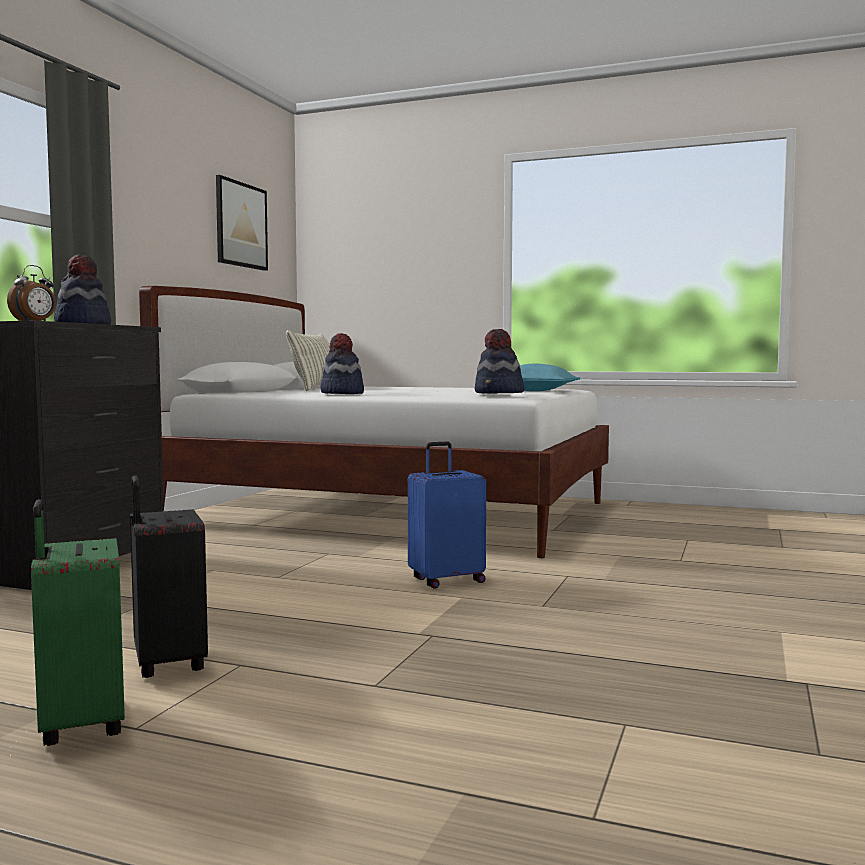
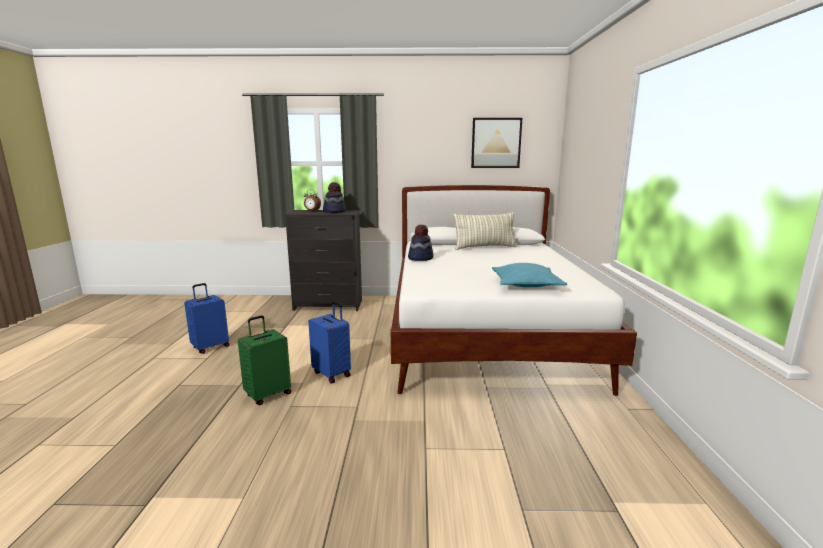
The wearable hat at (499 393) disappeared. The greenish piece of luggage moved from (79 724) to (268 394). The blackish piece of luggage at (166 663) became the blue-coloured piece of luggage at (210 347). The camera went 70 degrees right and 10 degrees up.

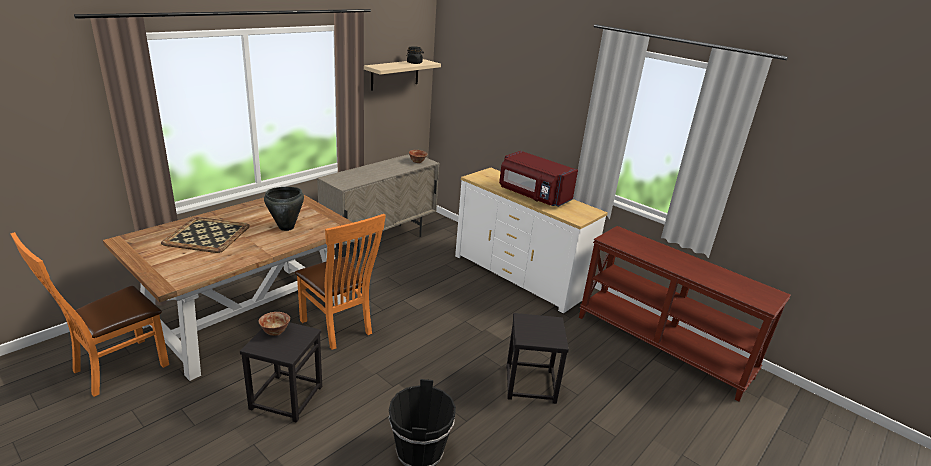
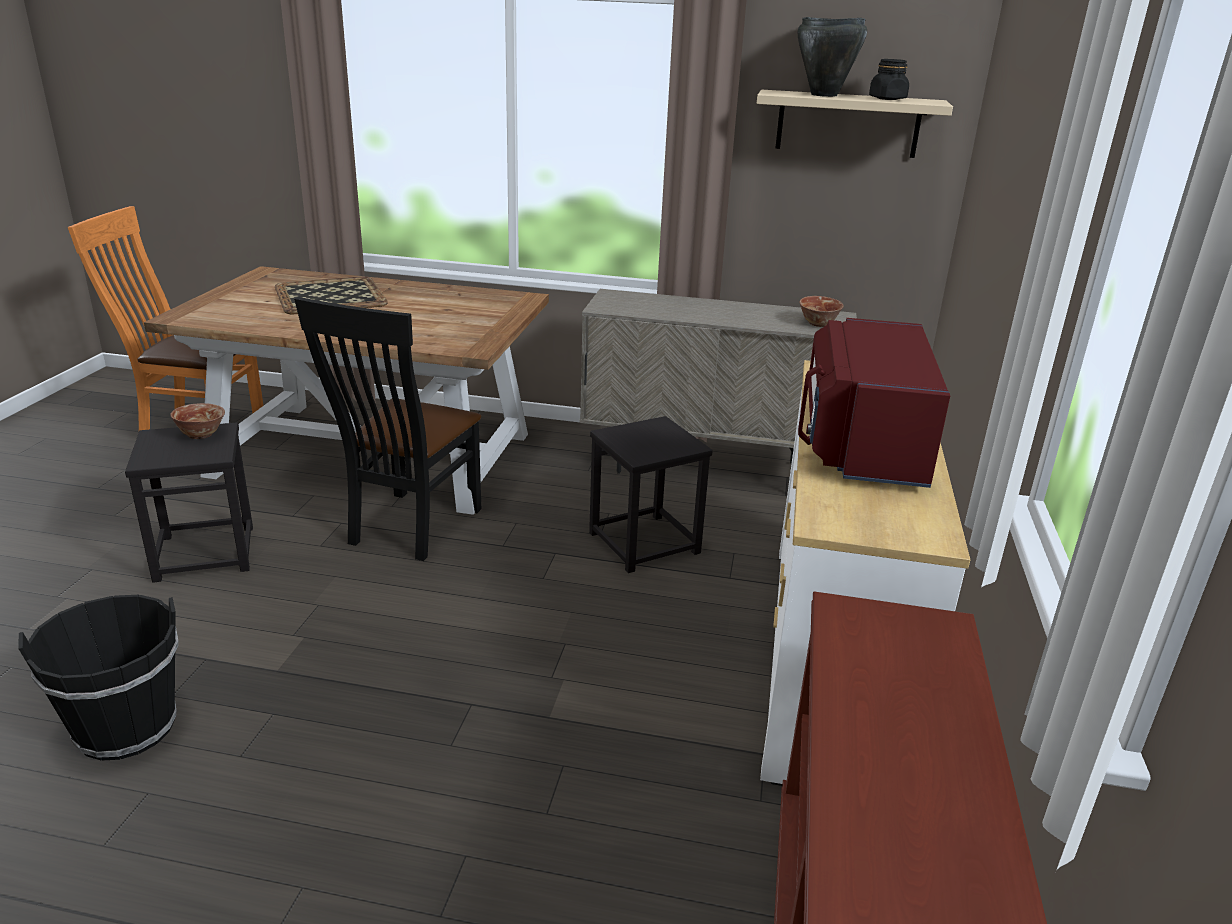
The blackish stockpot moved from (286 227) to (824 95). The blackish stool moved from (531 384) to (644 543). The orange plain chair at (339 328) became the blackish plain chair at (409 529). The camera went 60 degrees right and 0 degrees up.

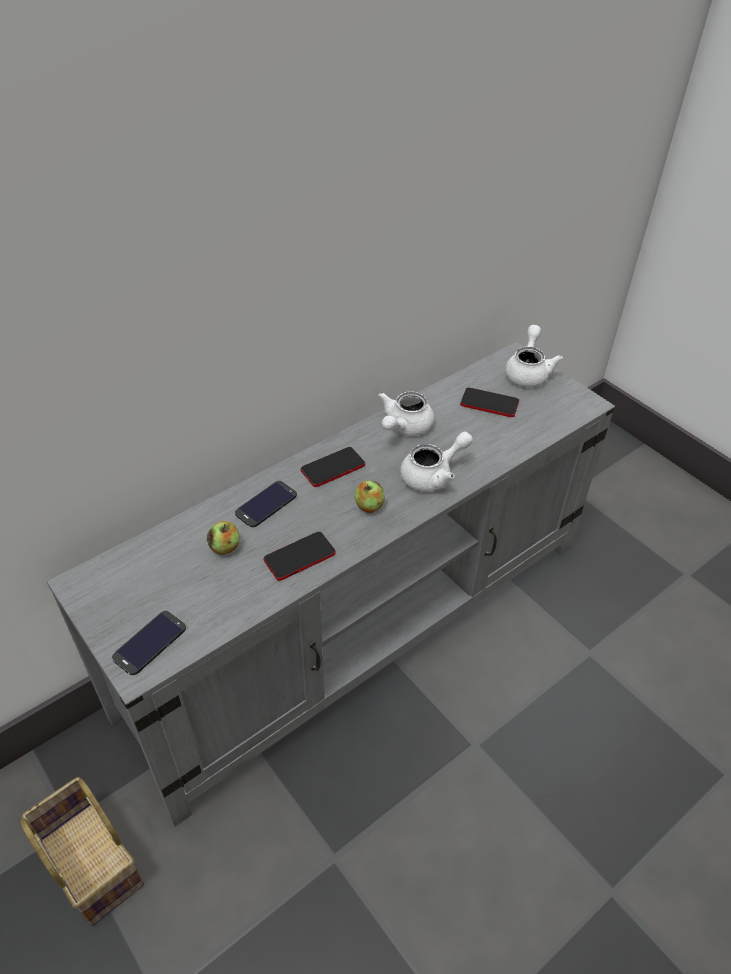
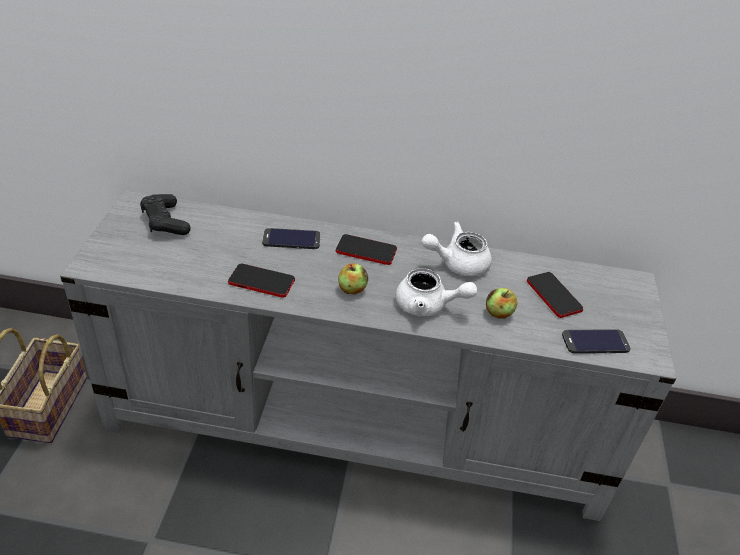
The whitish pot for tea at (528 372) disappeared. The blackish gamepad at (165 222) appeared. The handset moved from (149 643) to (595 342). The whole apple moved from (225 547) to (498 313). The camera went 45 degrees right and 5 degrees down.

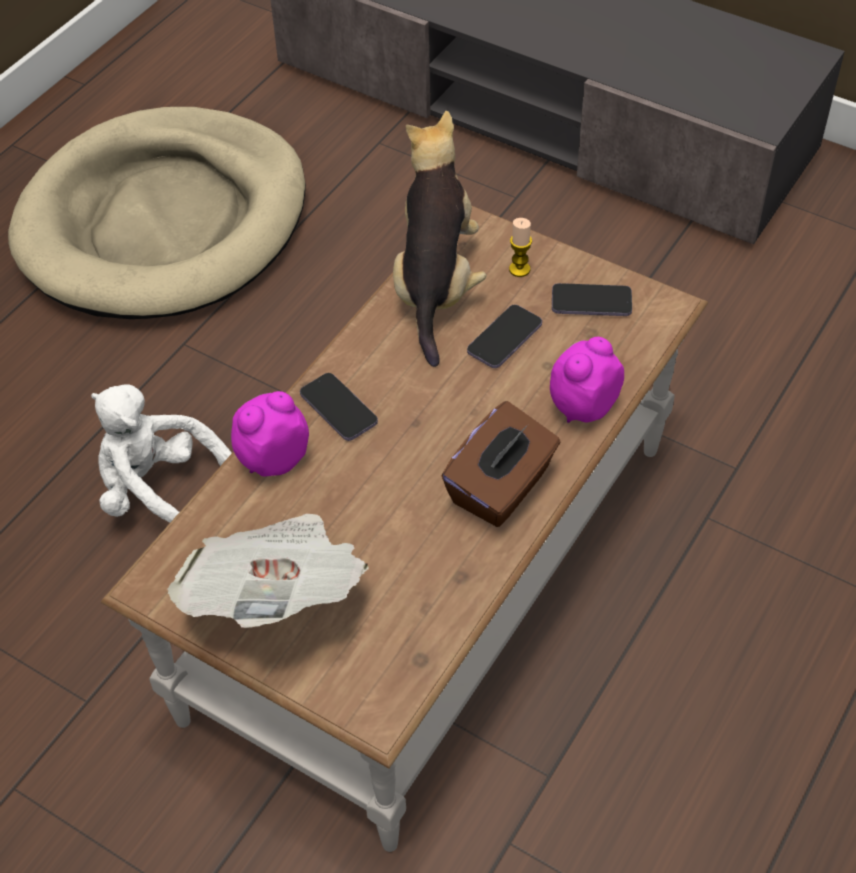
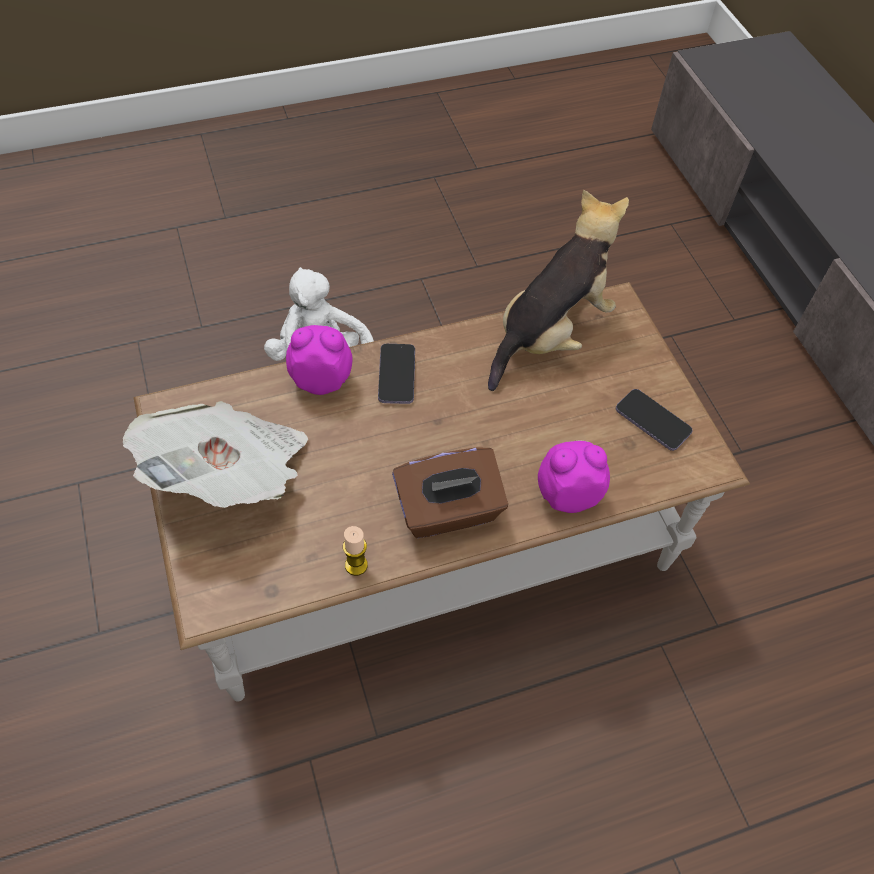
The sand-coloured dog bed at (164 222) disappeared. The handset at (504 338) disappeared. The wax light moved from (519 269) to (356 565). The camera went 35 degrees right and 5 degrees up.

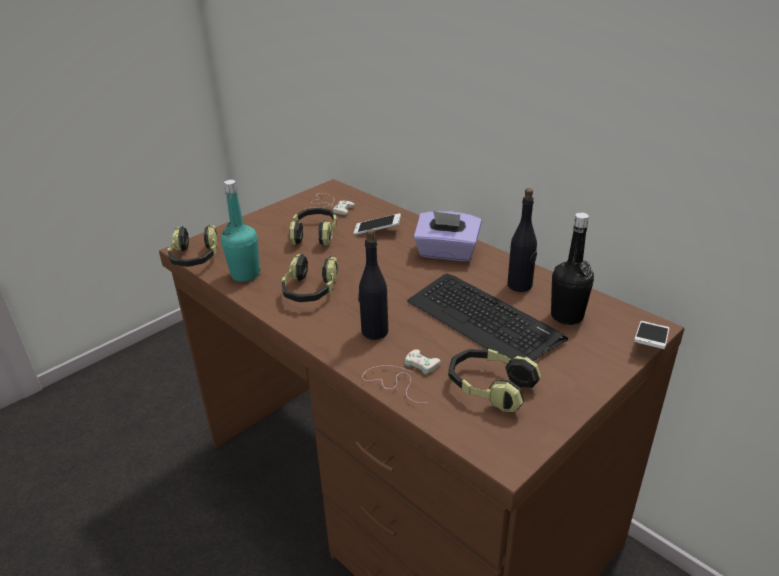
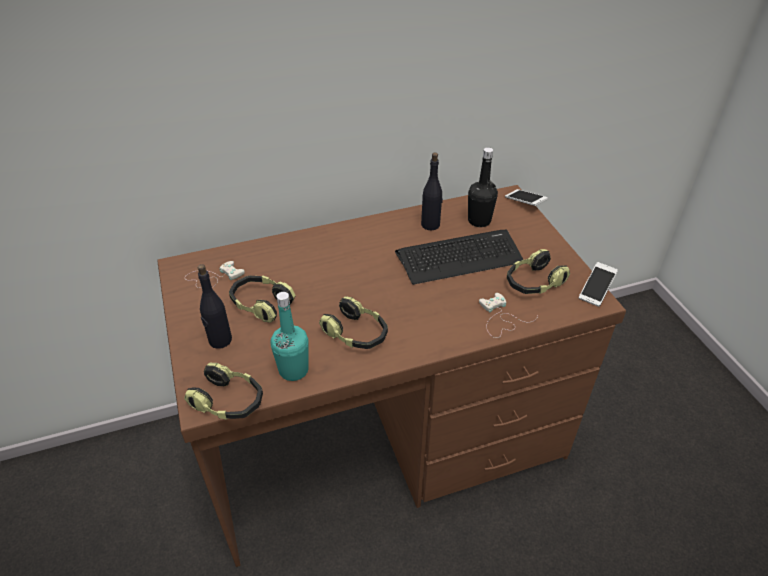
The purplish tissue box at (446 253) disappeared. The handset moved from (377 231) to (596 289). The blackish beverage bottle moved from (374 332) to (220 340). The camera went 65 degrees left and 10 degrees up.

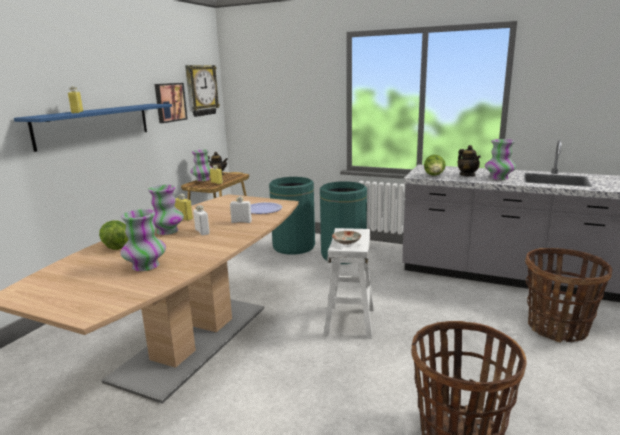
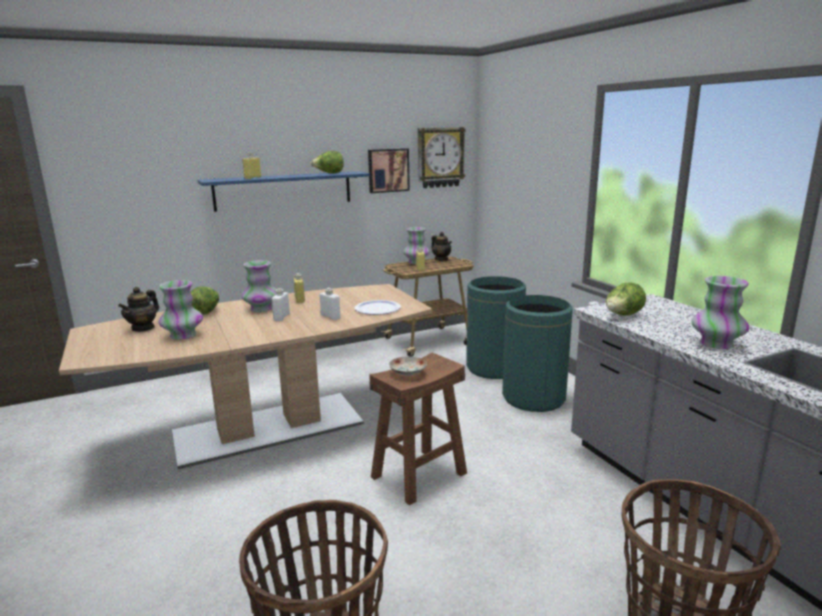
The lettuce at (329 173) appeared. The pot for tea moved from (467 175) to (143 328). The whitish stool at (350 321) became the brownish stool at (419 475). The camera went 40 degrees right and 0 degrees up.

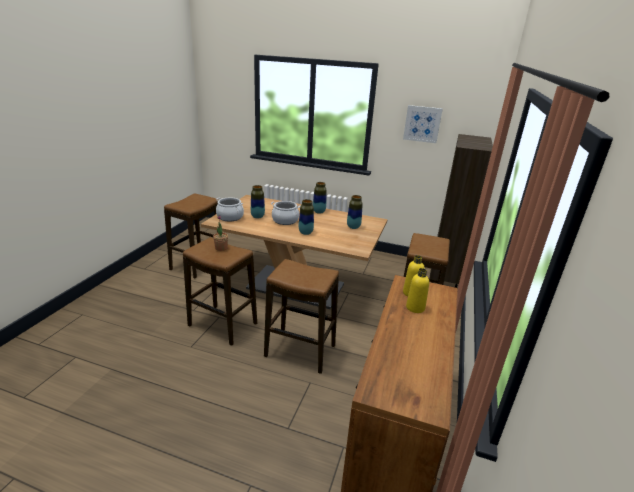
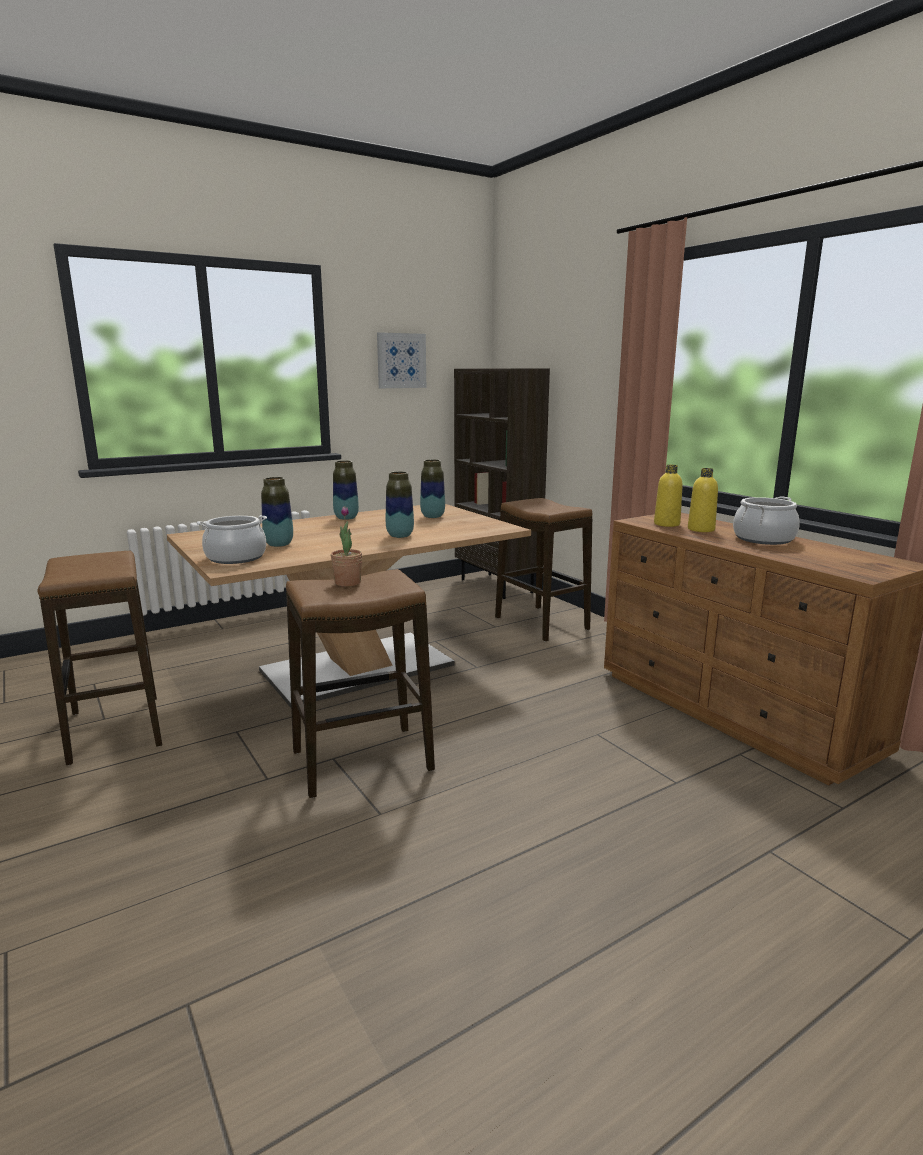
The stool at (300 351) disappeared. The stockpot moved from (285 220) to (763 539). The camera went 50 degrees left and 10 degrees down.

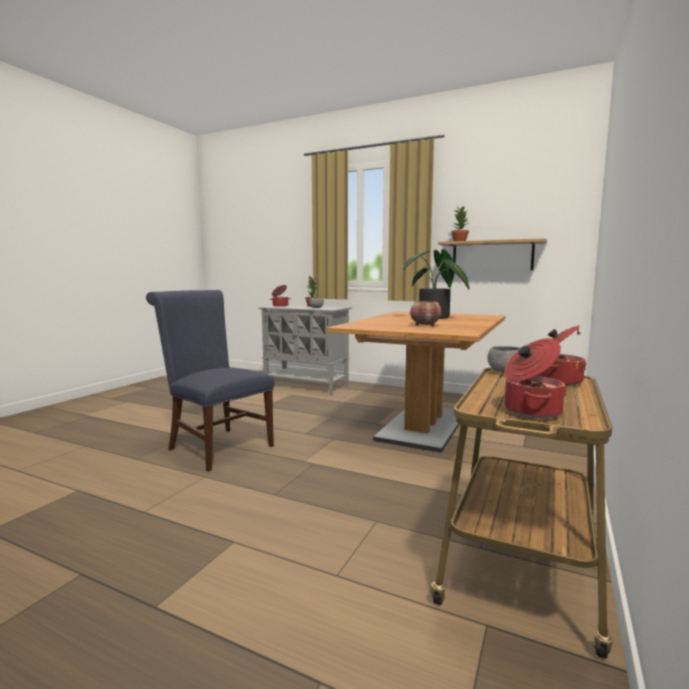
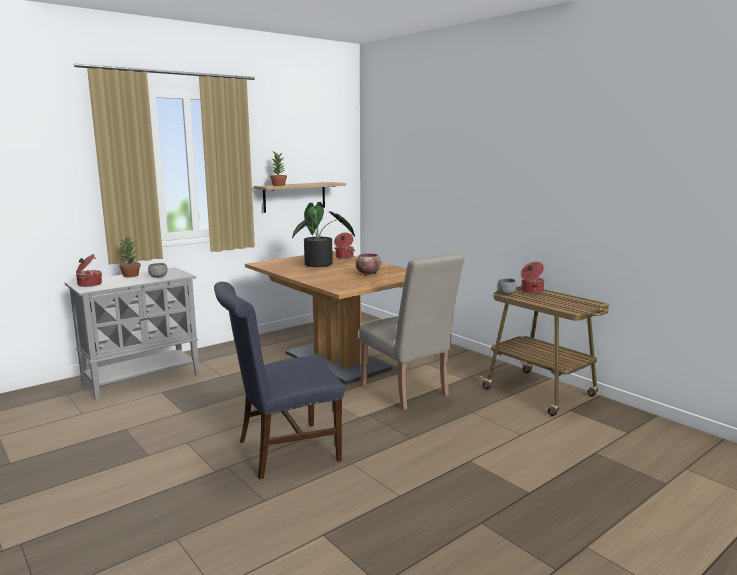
The sand-coloured plain chair at (407 392) appeared. The stockpot moved from (530 410) to (344 257). The camera went 65 degrees left and 5 degrees up.

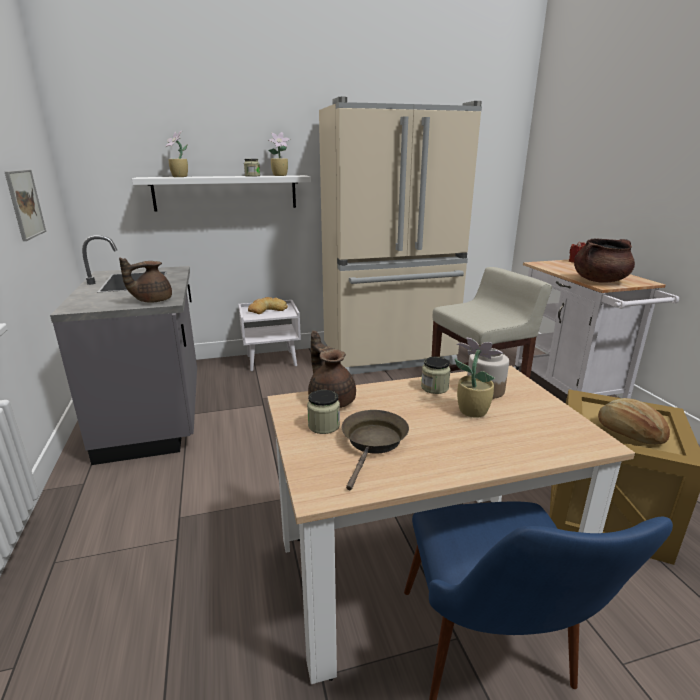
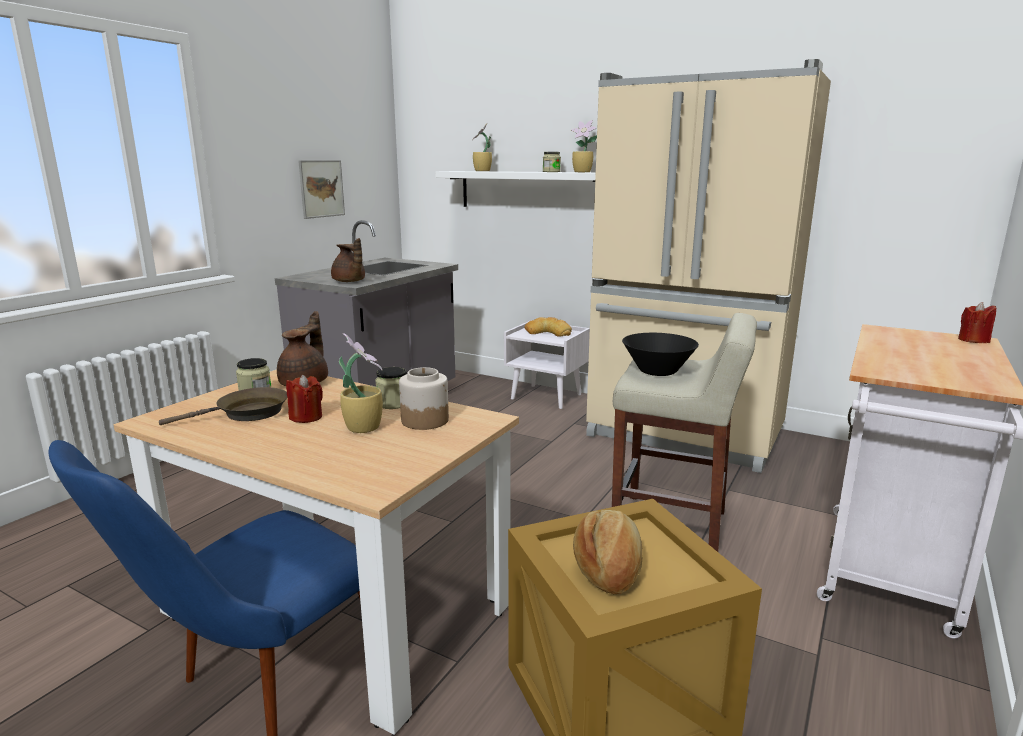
The brownish stockpot at (600 281) disappeared. The red-coloured wax light at (306 417) appeared. The blackish bowl at (657 371) appeared. The brownish pot for tea at (152 300) turned 135 degrees counterclockwise. The camera went 45 degrees right and 5 degrees down.

